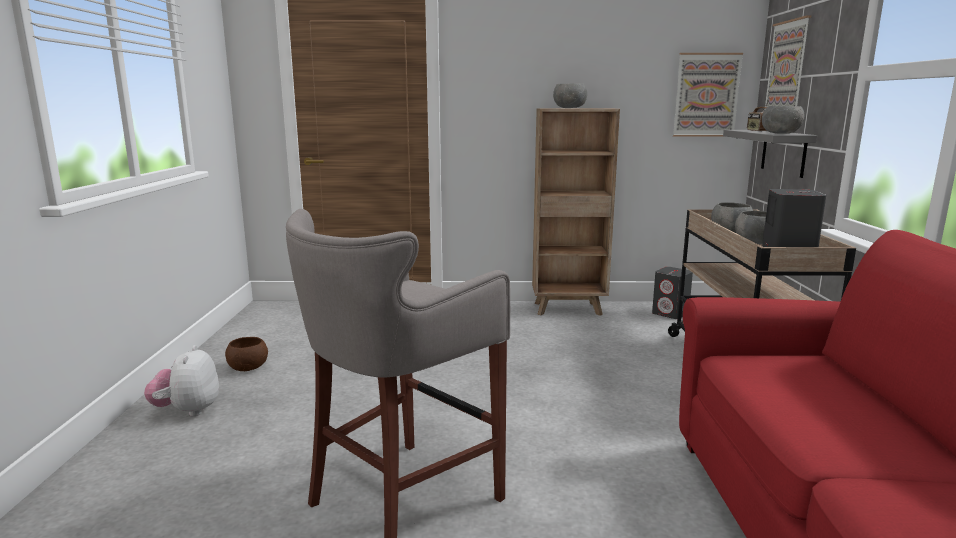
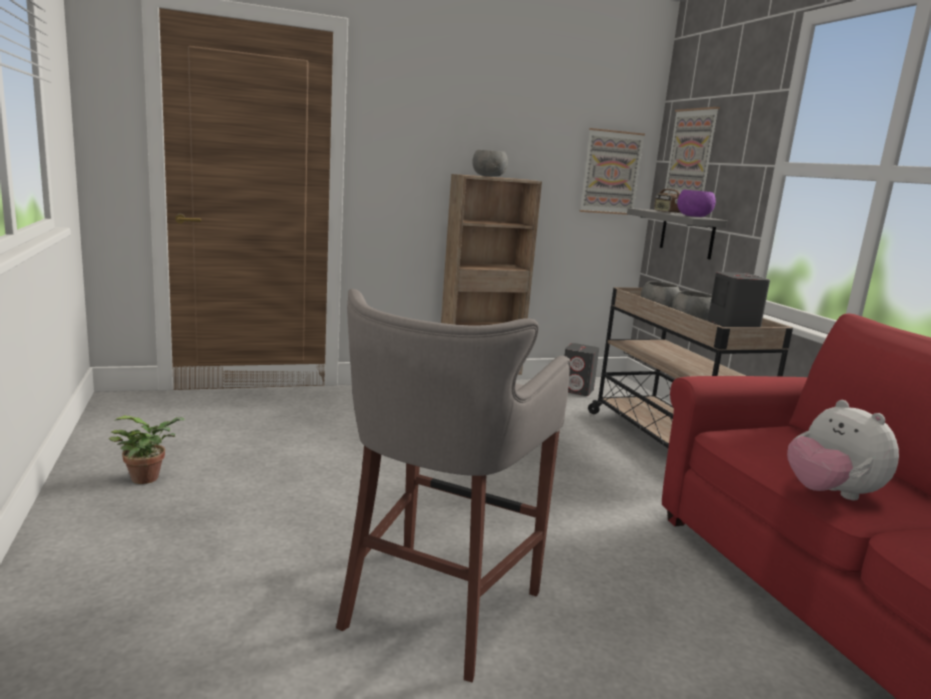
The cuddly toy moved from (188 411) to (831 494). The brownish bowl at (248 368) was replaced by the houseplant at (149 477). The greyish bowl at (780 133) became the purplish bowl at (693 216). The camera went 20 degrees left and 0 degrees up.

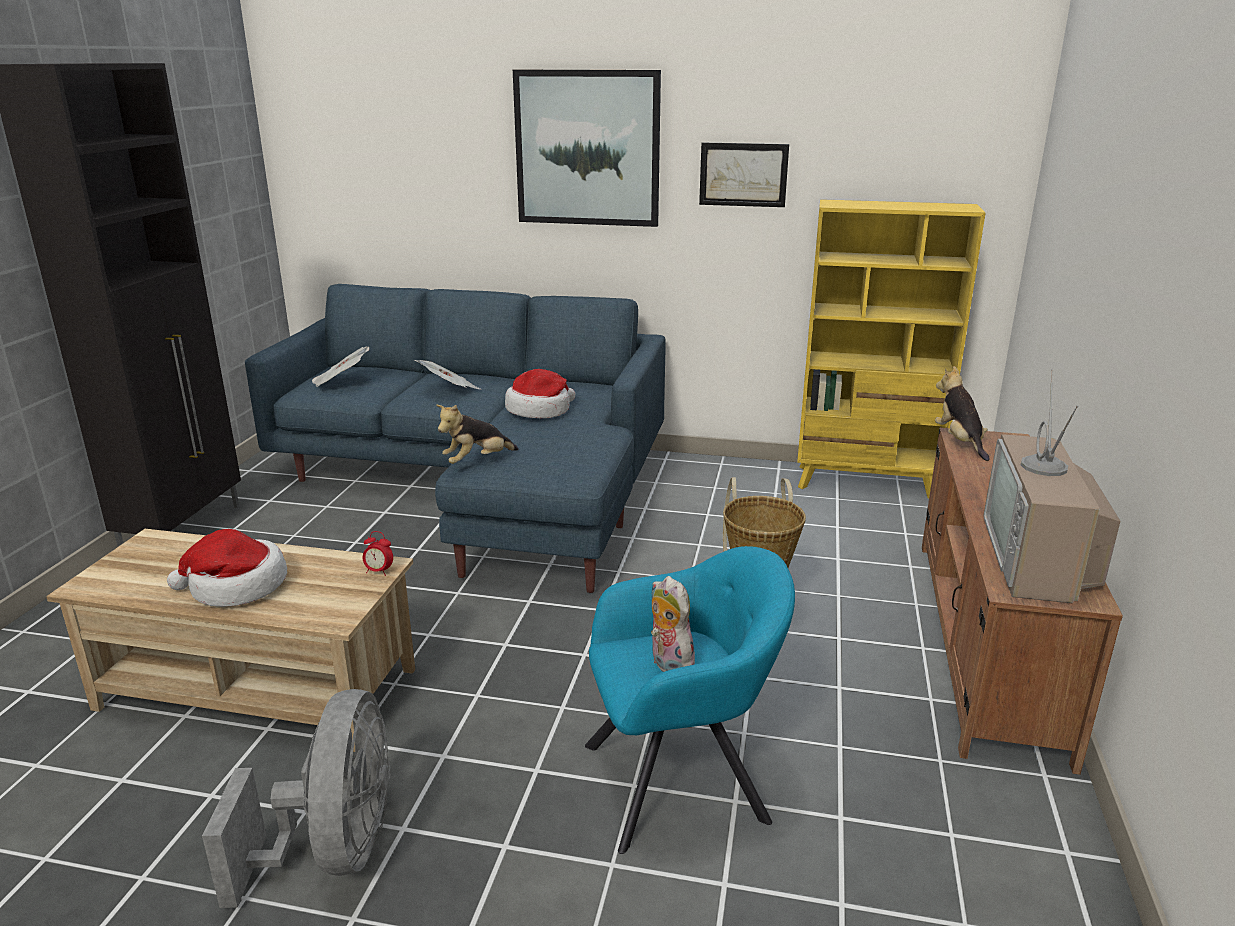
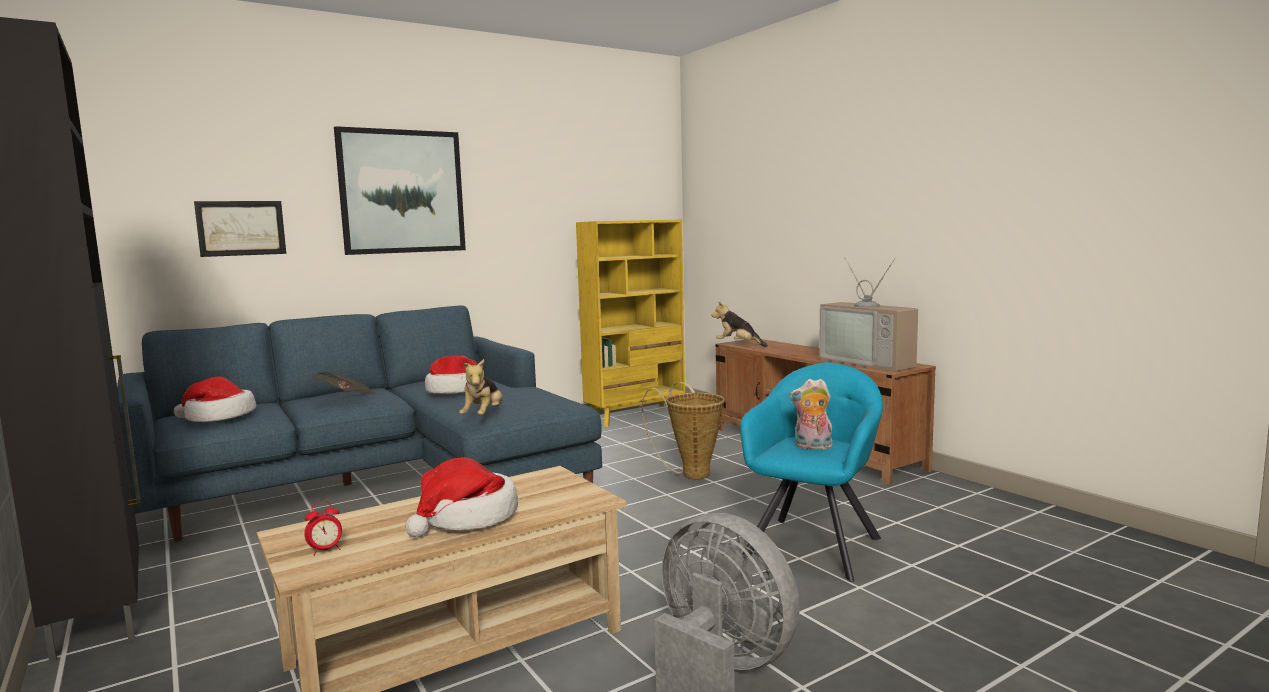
The bedside clock moved from (379 571) to (325 550). The picture moved from (743 174) to (241 228). The newspaper at (341 382) was replaced by the wearable hat at (219 417). The camera went 45 degrees left and 15 degrees down.

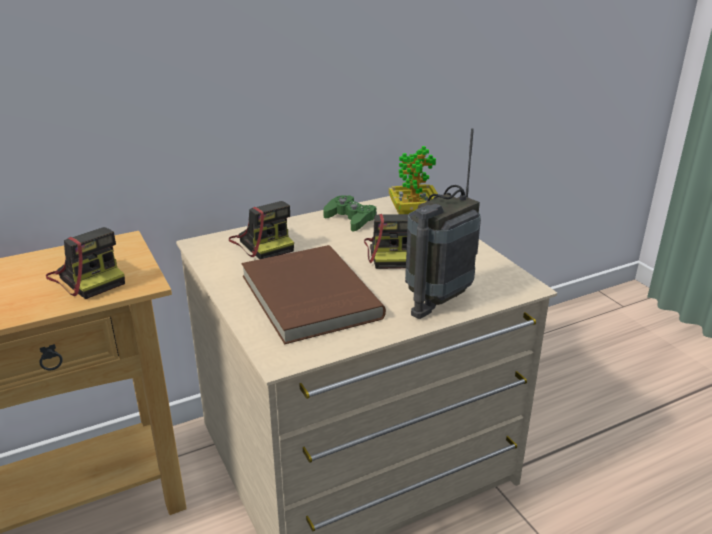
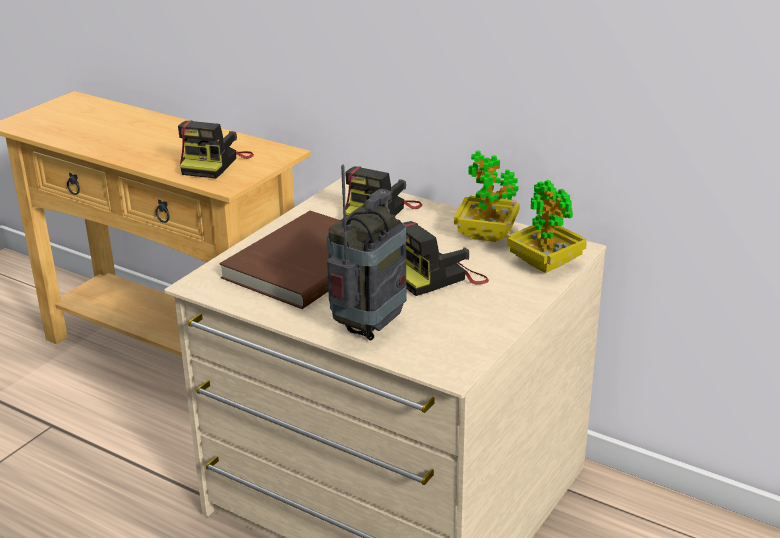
The greenish gamepad at (350 219) was replaced by the houseplant at (486 235). The radio set at (438 299) turned 105 degrees clockwise. The camera went 60 degrees right and 0 degrees up.

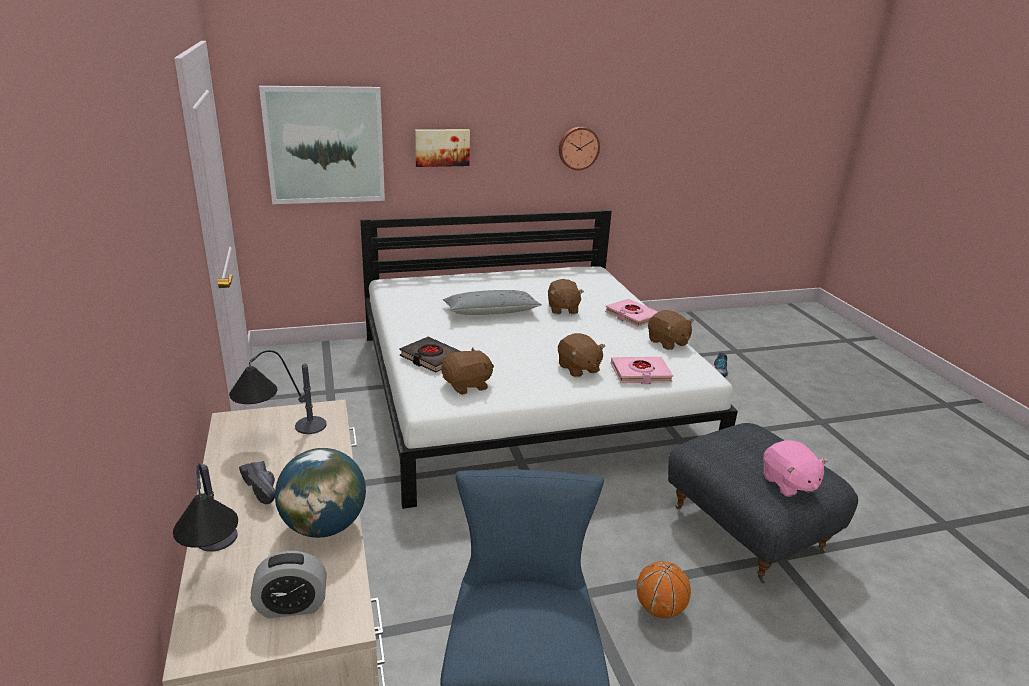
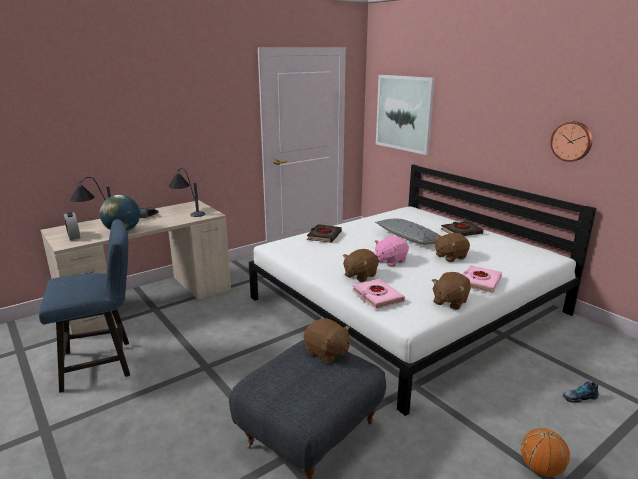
The picture at (442 147) disappeared. The blackish bound book at (461 232) appeared. The brownish cuddly toy moved from (467 385) to (326 353). The basketball ball moved from (659 608) to (541 469). The pink cuddly toy moved from (788 484) to (390 261). The camera went 70 degrees right and 5 degrees down.

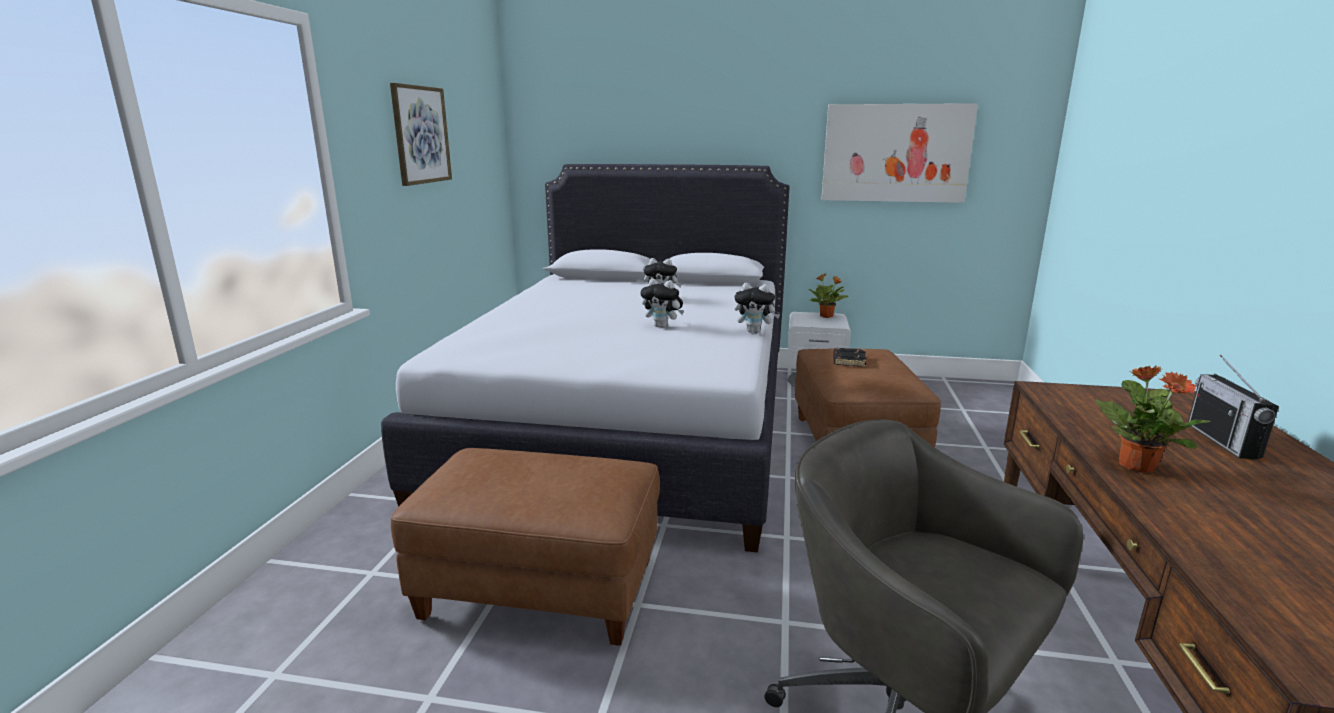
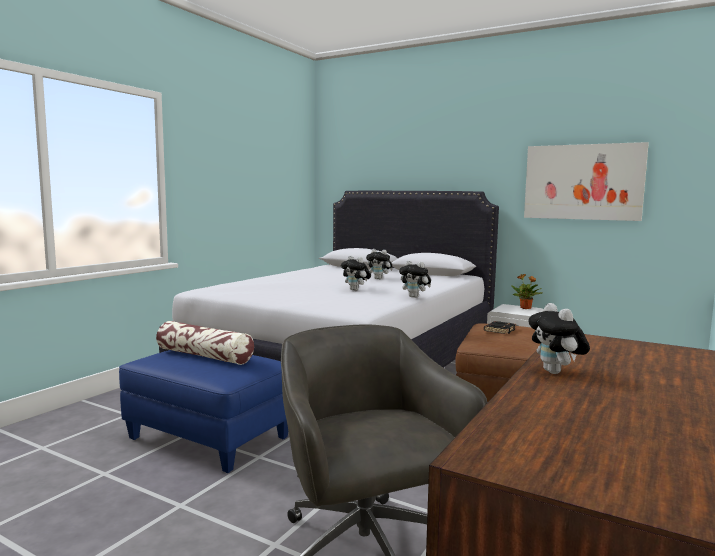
The picture at (421 135) disappeared. The radio set at (1222 441) disappeared. The pillow at (204 356) appeared. The houseplant at (1136 465) was replaced by the cuddly toy at (556 372). The brownish pouffe at (542 589) became the blue-coloured pouffe at (210 438). The camera went 20 degrees right and 10 degrees down.

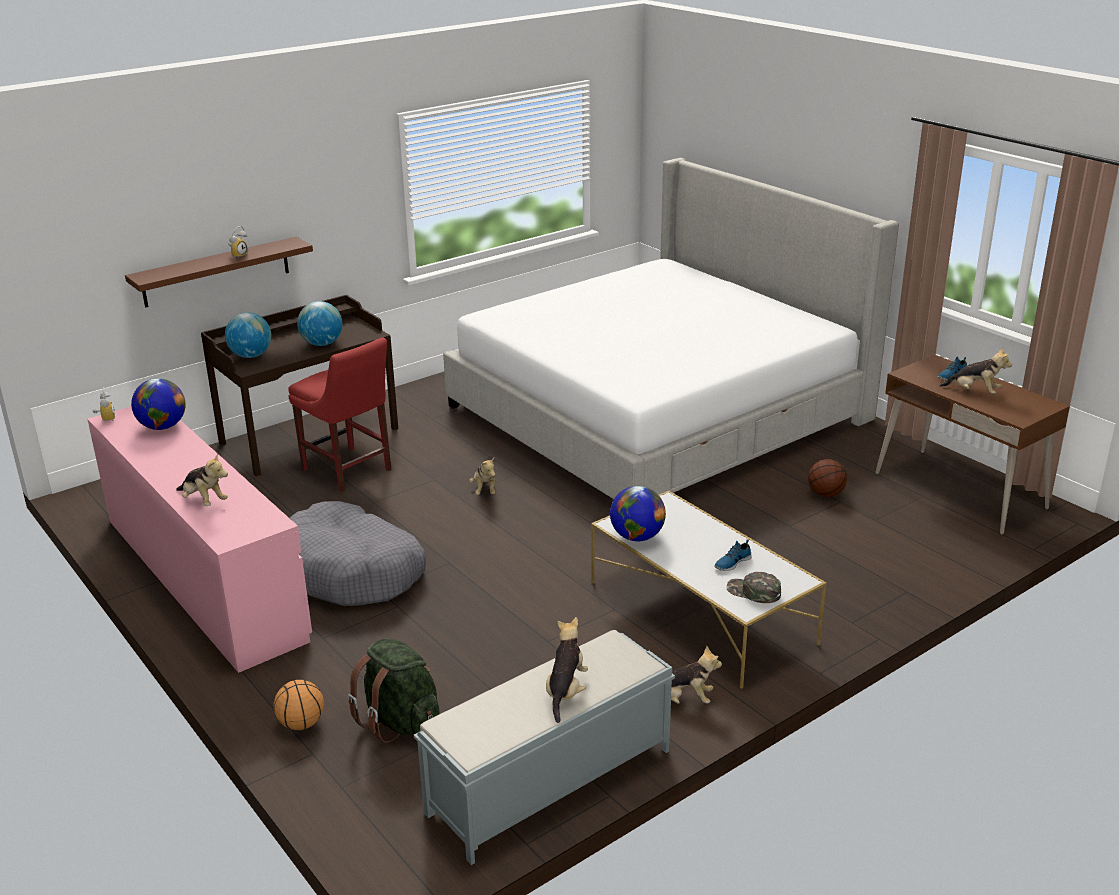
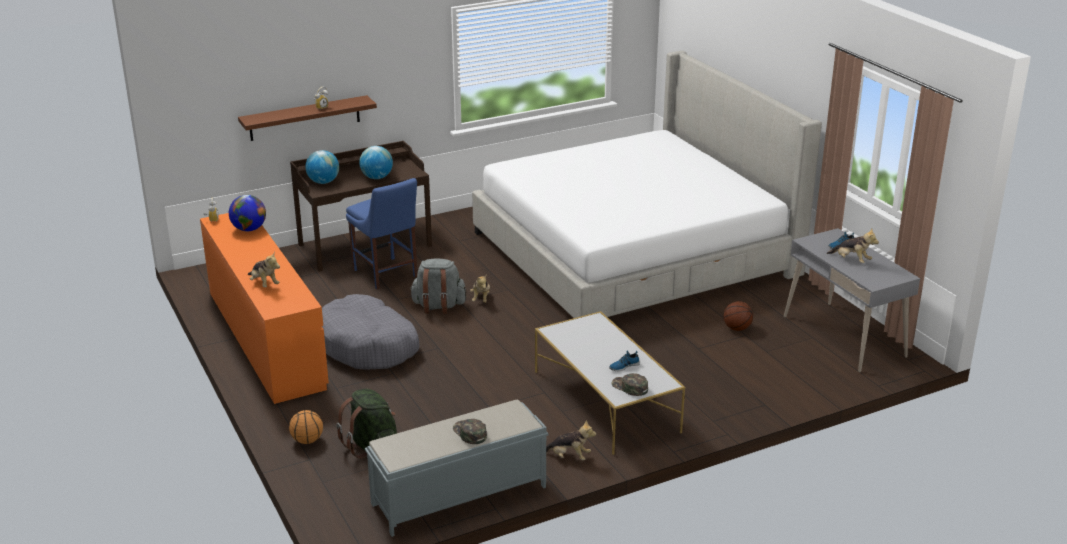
The globe at (637 537) disappeared. The greyish rucksack at (438 306) appeared. The cuddly toy at (566 691) was replaced by the greenish cap at (469 433). The pink dresser at (203 577) became the orange dresser at (265 338). The red-coloured plain chair at (349 471) became the blue-coloured plain chair at (386 274). The brownish desk unit at (960 490) became the greyish desk unit at (844 336). The camera went 10 degrees right and 0 degrees up.

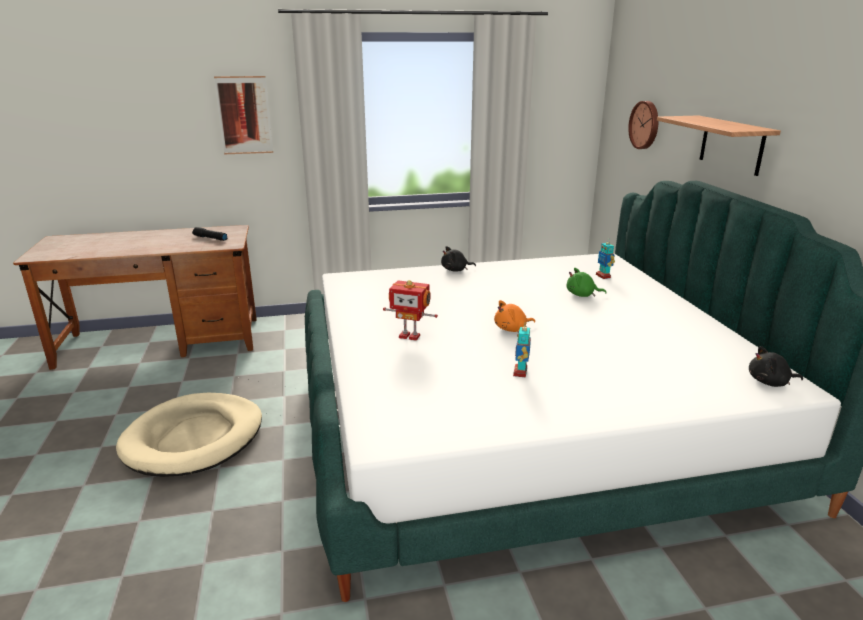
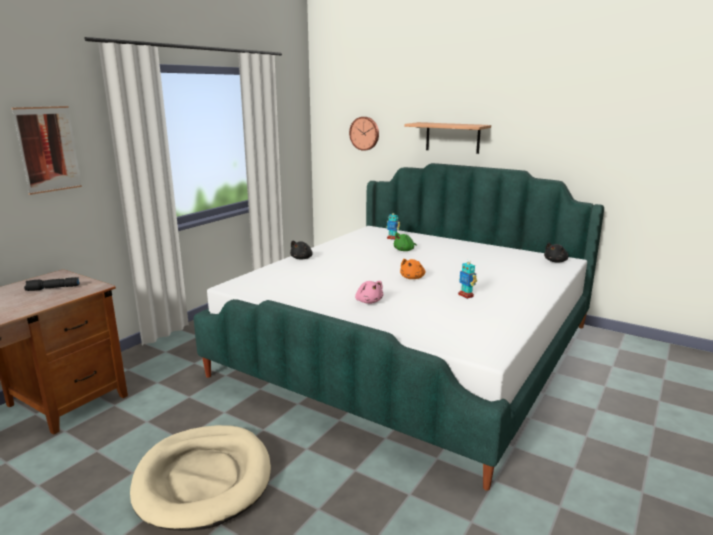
The toy robot at (410 336) was replaced by the pink cuddly toy at (368 301). The camera went 45 degrees left and 5 degrees down.

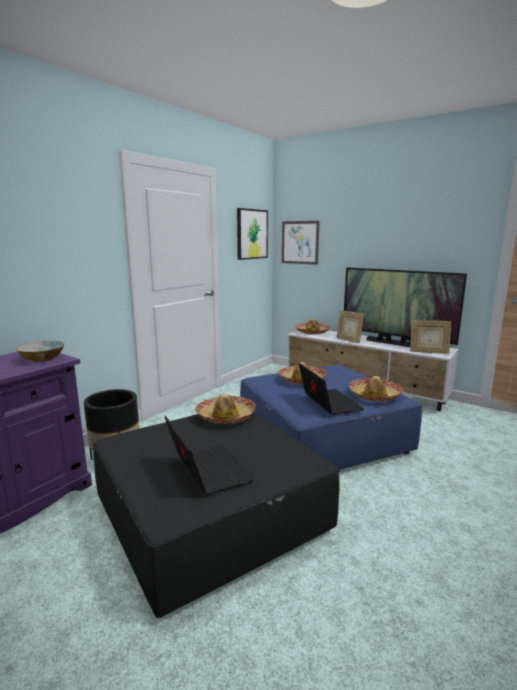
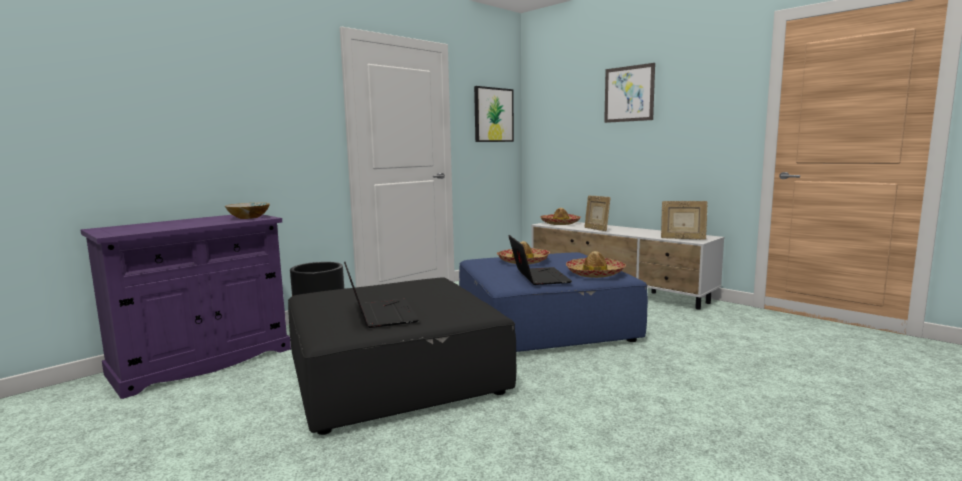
The wearable hat at (225 416) disappeared. The television at (395 343) disappeared. The picture moved from (300 242) to (629 94). The camera went 10 degrees right and 5 degrees down.

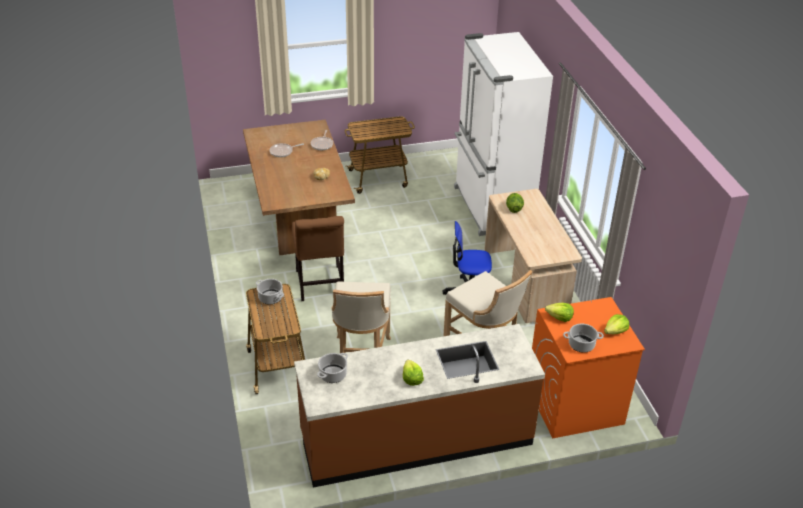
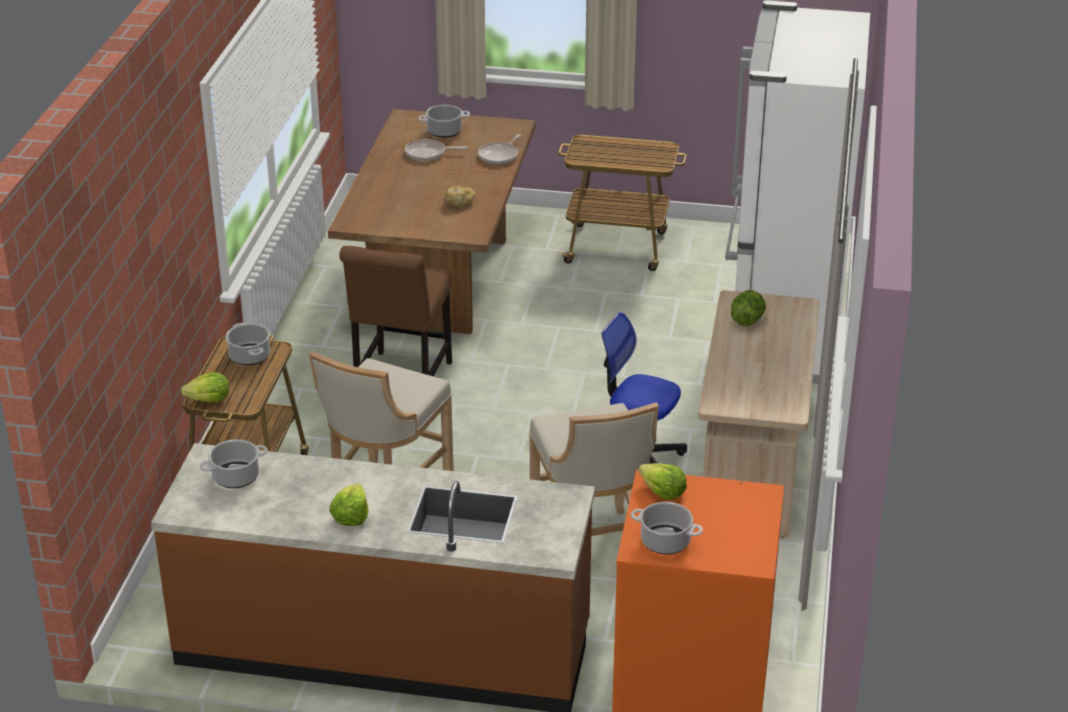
The stockpot at (445 131) appeared. The lettuce moved from (615 331) to (209 399). The camera went 25 degrees right and 5 degrees down.

